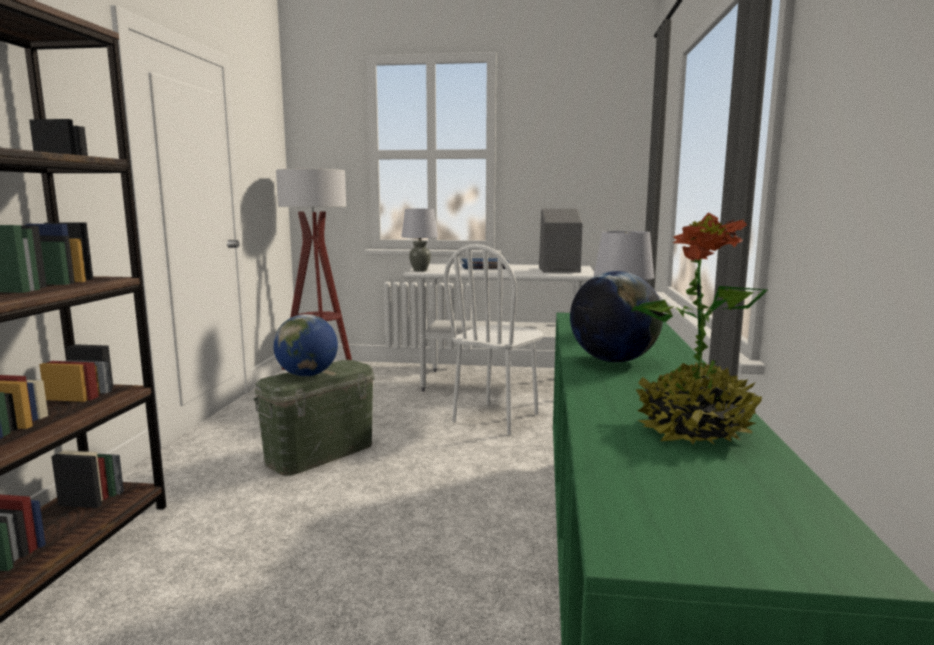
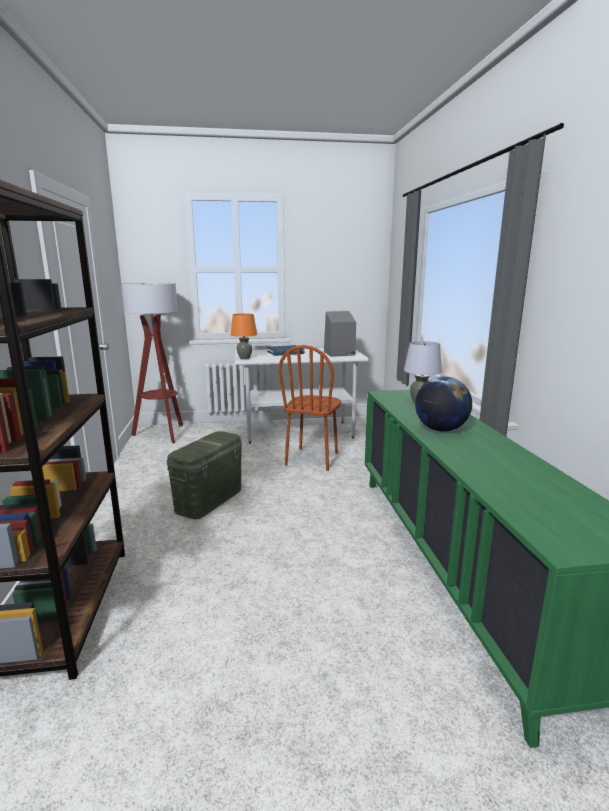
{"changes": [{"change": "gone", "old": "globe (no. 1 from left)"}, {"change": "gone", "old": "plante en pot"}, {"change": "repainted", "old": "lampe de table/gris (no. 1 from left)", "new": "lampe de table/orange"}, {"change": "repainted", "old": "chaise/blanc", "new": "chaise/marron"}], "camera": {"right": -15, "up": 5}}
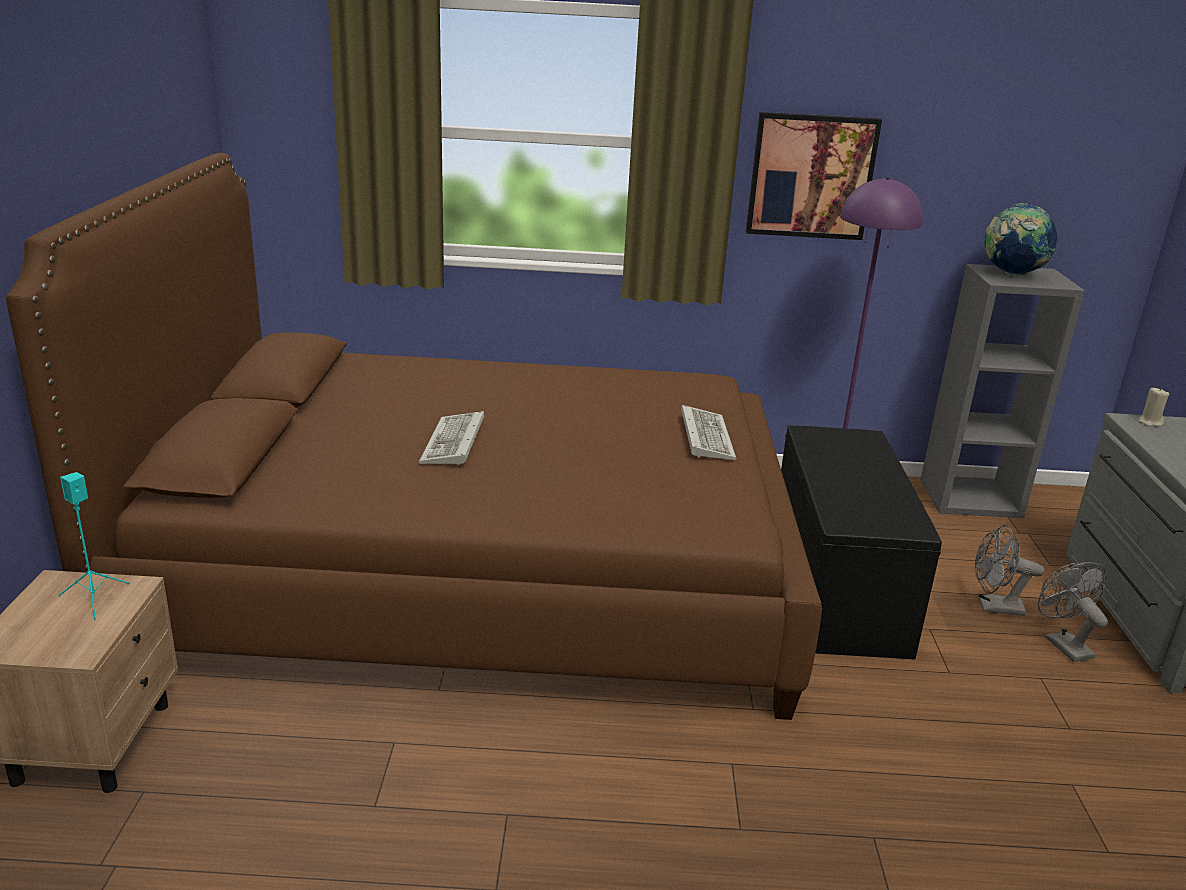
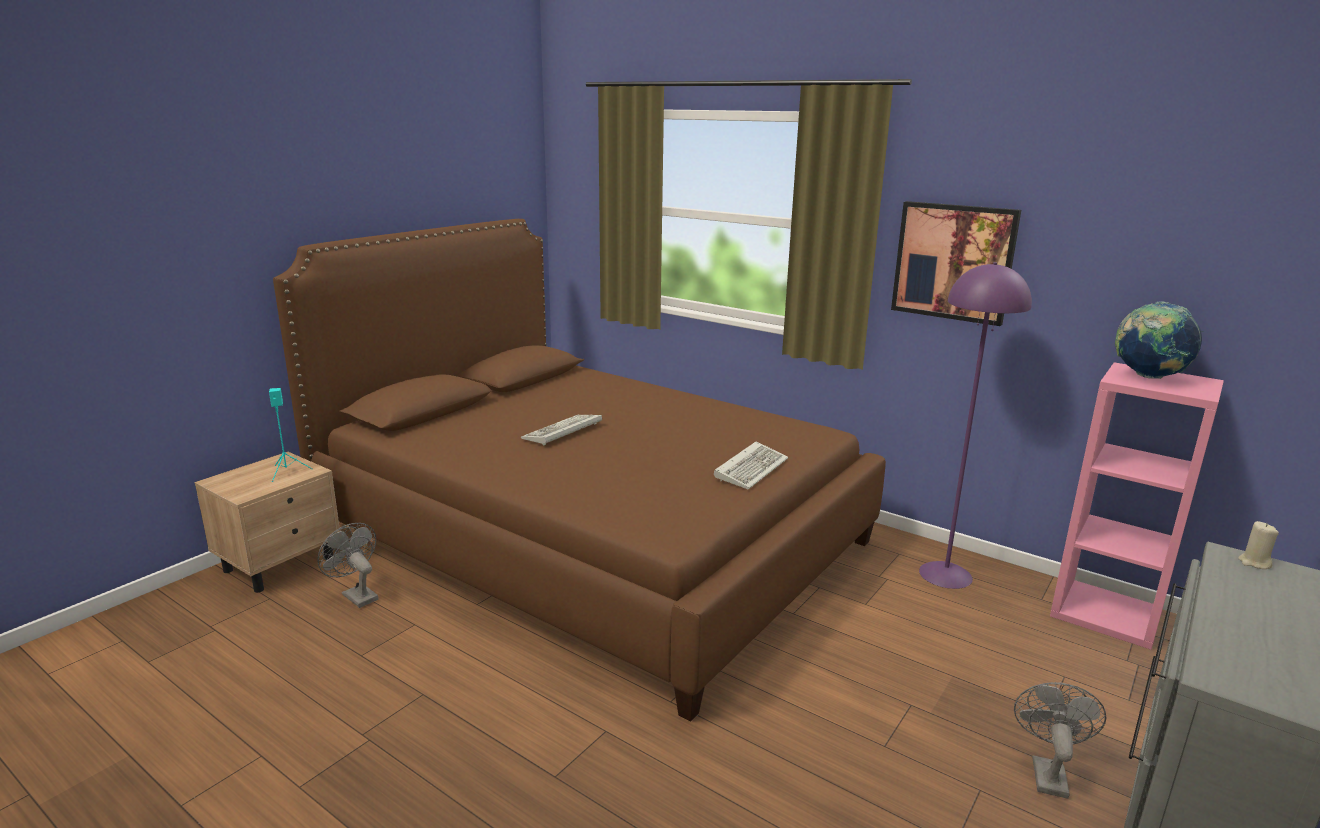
{"changes": [{"change": "gone", "old": "banc/noir"}, {"change": "shifted", "old": "ventilateur/gris (no. 1 from left)"}, {"change": "repainted", "old": "bibliothèque/gris", "new": "bibliothèque/rose"}], "camera": {"right": 35, "up": -5}}
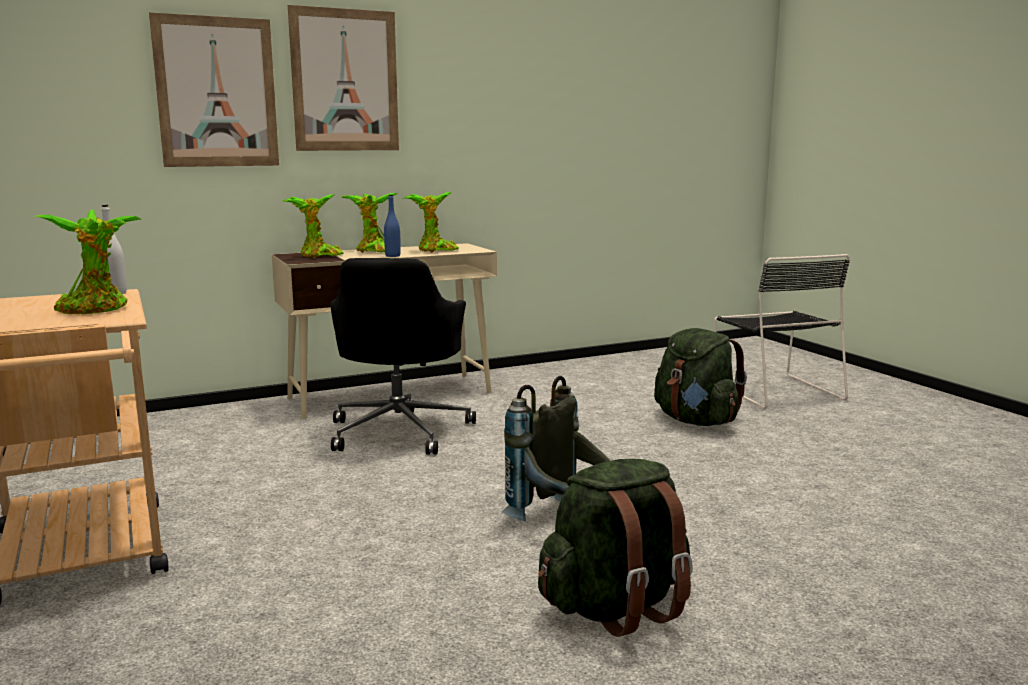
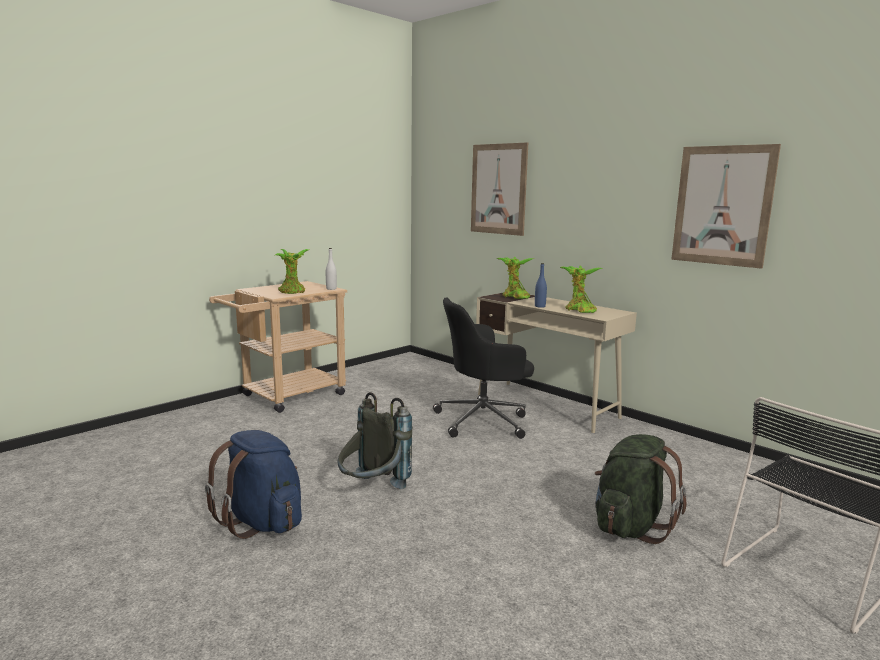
{"changes": [{"change": "gone", "old": "plante en pot (no. 3 from left)"}, {"change": "shifted", "old": "tableau (no. 2 from left)"}, {"change": "repainted", "old": "sac à dos/vert (no. 1 from left)", "new": "sac à dos/bleu"}], "camera": {"right": 70, "up": 0}}
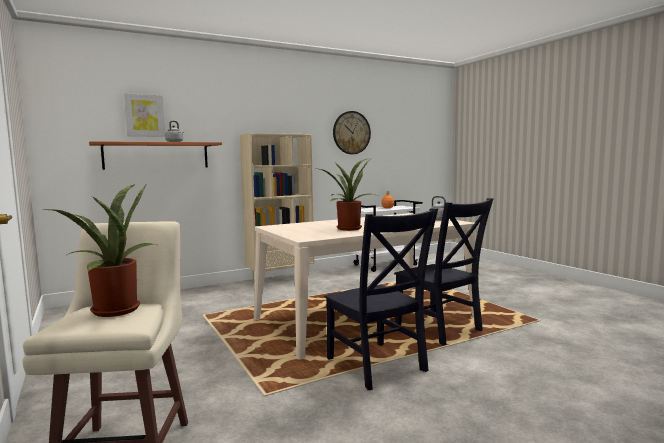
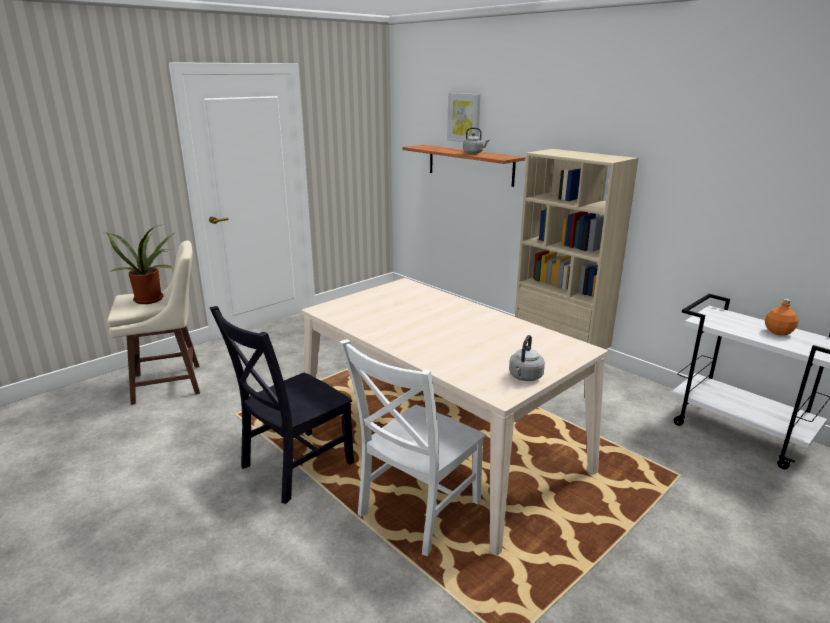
{"changes": [{"change": "gone", "old": "plante en pot (no. 2 from left)"}, {"change": "gone", "old": "horloge murale"}, {"change": "repainted", "old": "chaise/noir (no. 2 from left)", "new": "chaise/blanc"}], "camera": {"right": 75, "up": 15}}
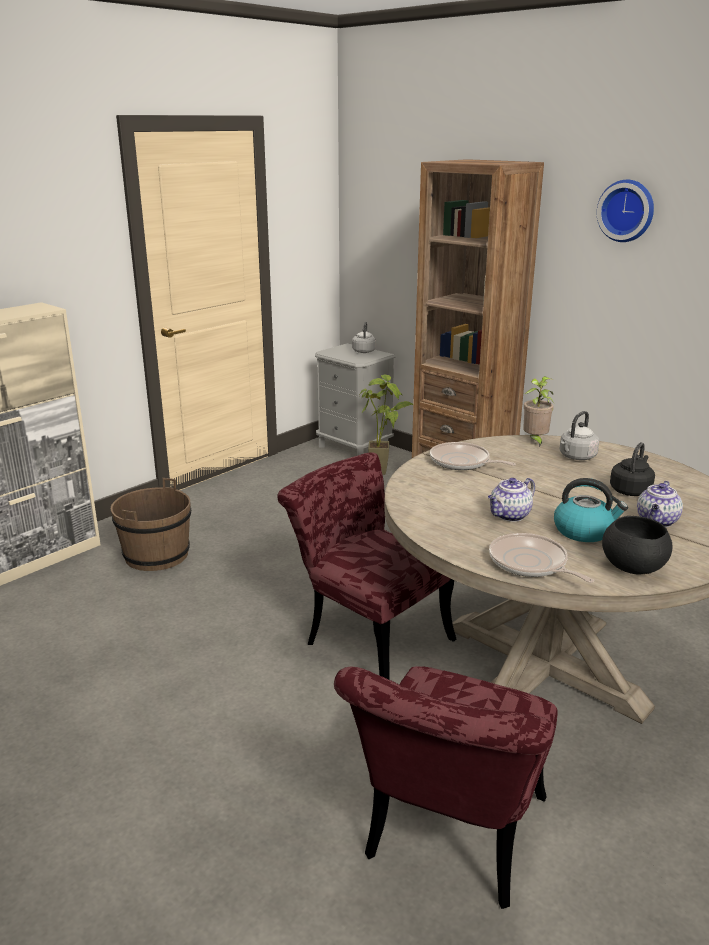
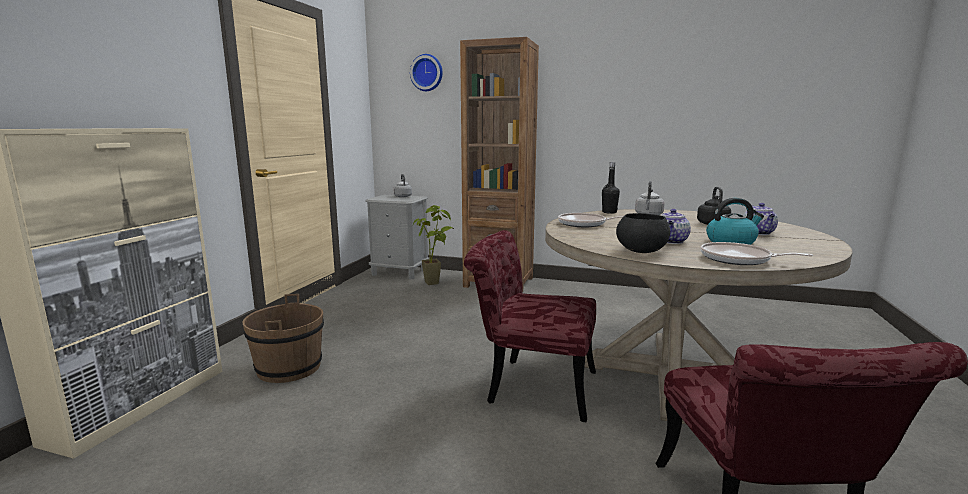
{"changes": [{"change": "shifted", "old": "horloge murale"}, {"change": "shifted", "old": "bol/noir"}, {"change": "swapped", "old": "plante en pot (no. 2 from left)", "new": "bouteille/noir"}], "camera": {"right": -25, "up": -10}}
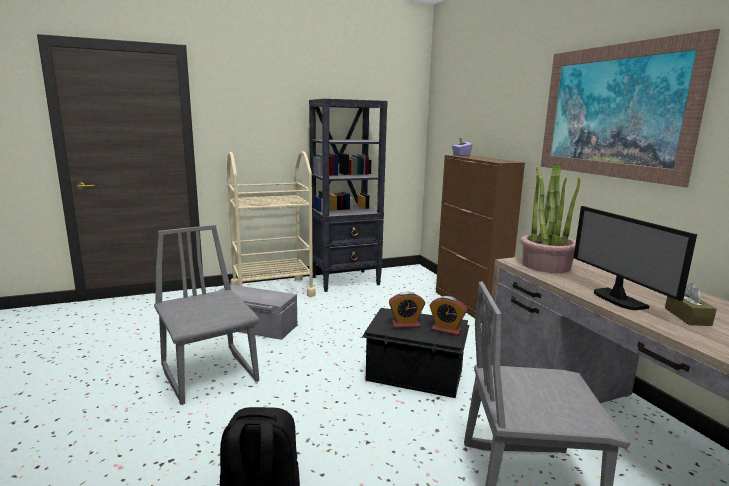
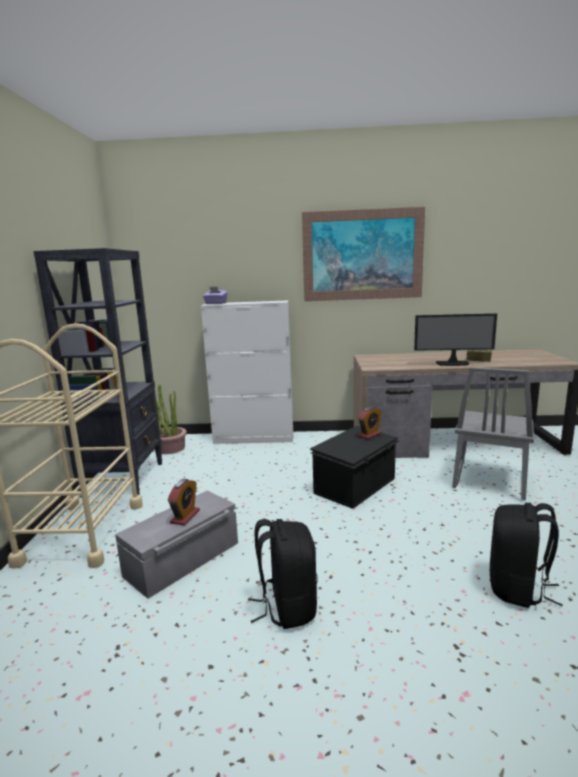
{"changes": [{"change": "shifted", "old": "réveil (no. 1 from left)"}, {"change": "shifted", "old": "plante en pot"}, {"change": "swapped", "old": "chaise/gris (no. 1 from left)", "new": "sac à dos/noir (no. 1 from left)"}, {"change": "repainted", "old": "meuble de rangement/marron", "new": "meuble de rangement/blanc"}], "camera": {"right": -65, "up": 0}}
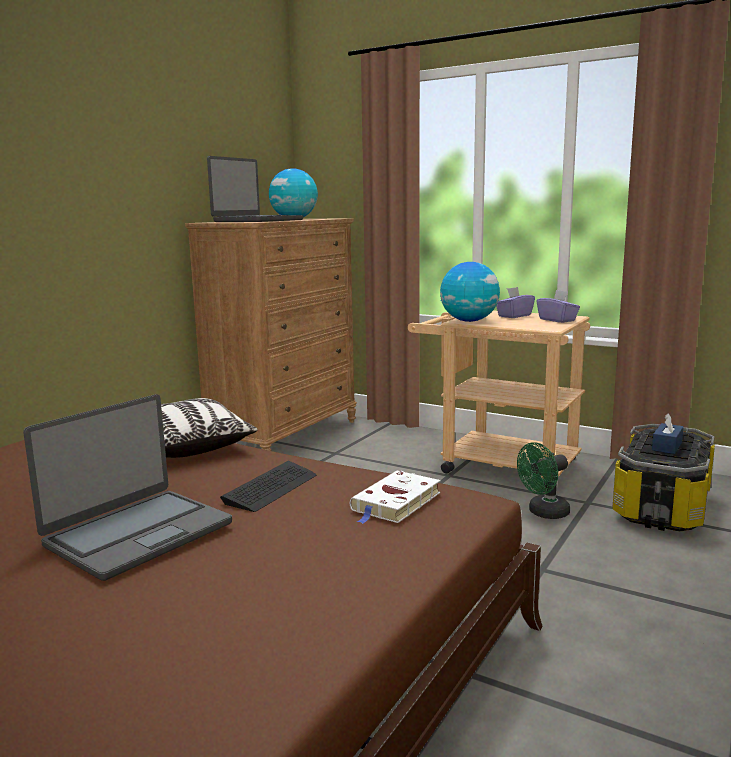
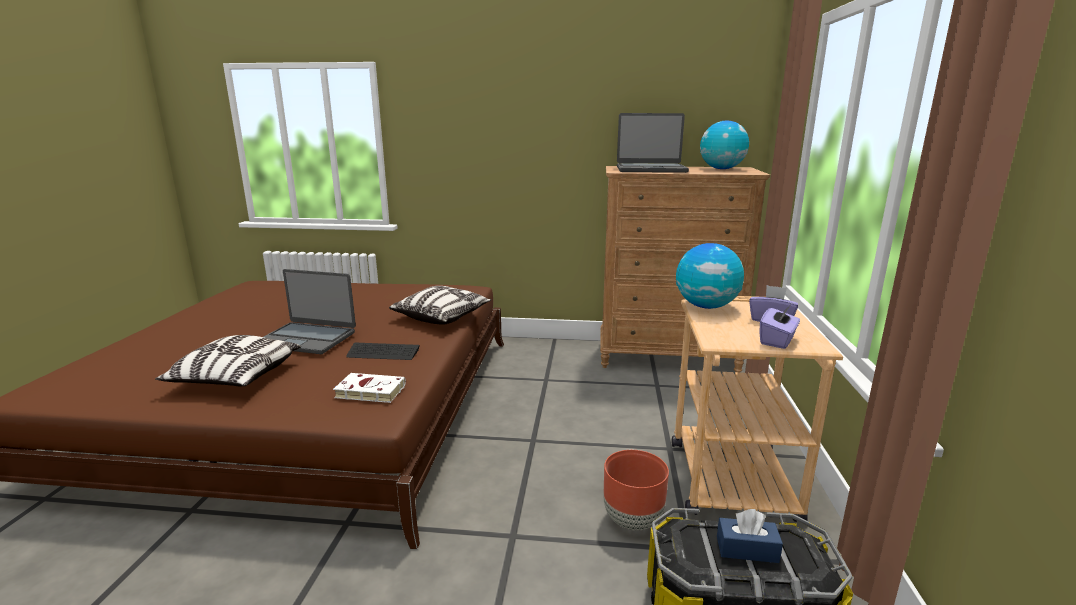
{"changes": [{"change": "new", "new": "coussin (no. 1 from left)"}, {"change": "swapped", "old": "ventilateur/vert", "new": "cache-pot/marron"}], "camera": {"right": 65, "up": 5}}
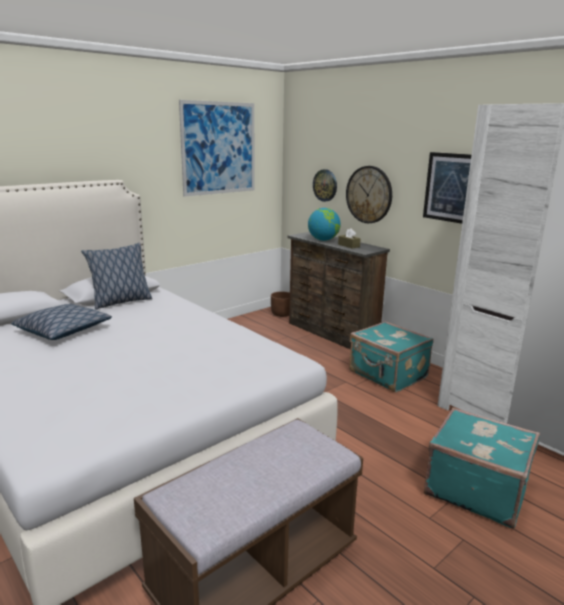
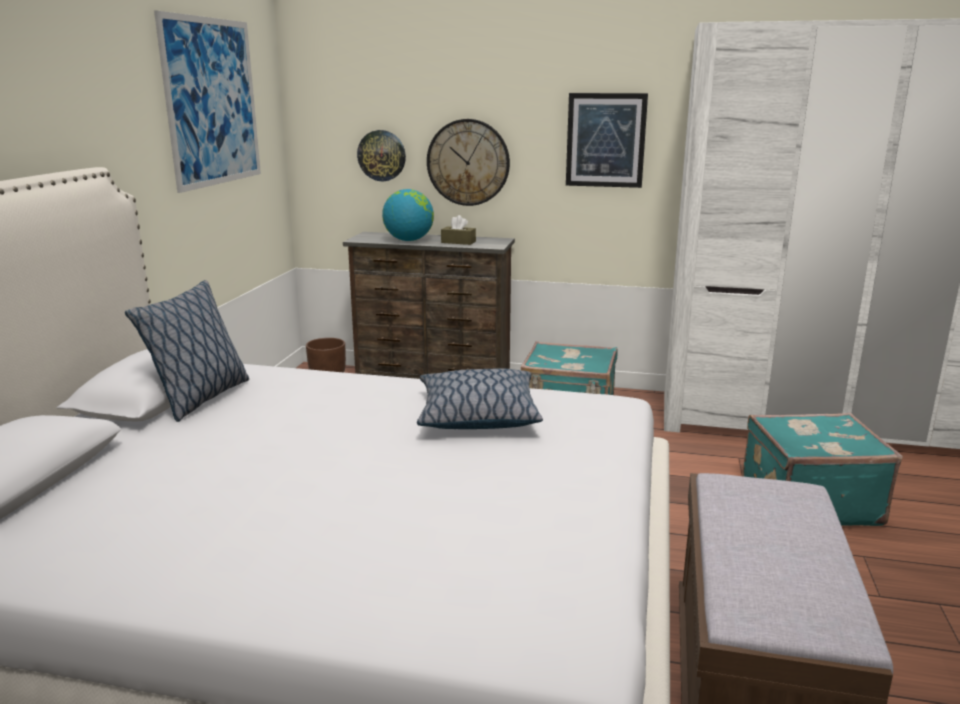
{"changes": [{"change": "shifted", "old": "coussin (no. 1 from left in the first image)", "new": "coussin (no. 2 from left)"}], "camera": {"right": -35, "up": 0}}
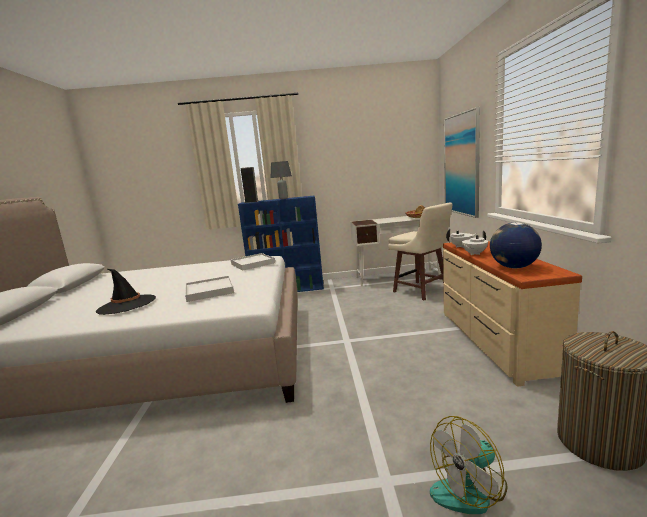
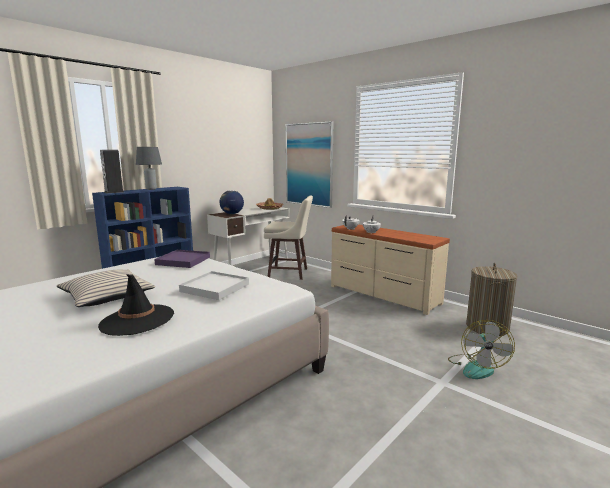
{"changes": [{"change": "new", "new": "coussin/beige"}, {"change": "shifted", "old": "globe"}, {"change": "repainted", "old": "plateau/blanc (no. 2 from left)", "new": "plateau/violet"}], "camera": {"right": -45, "up": 0}}
